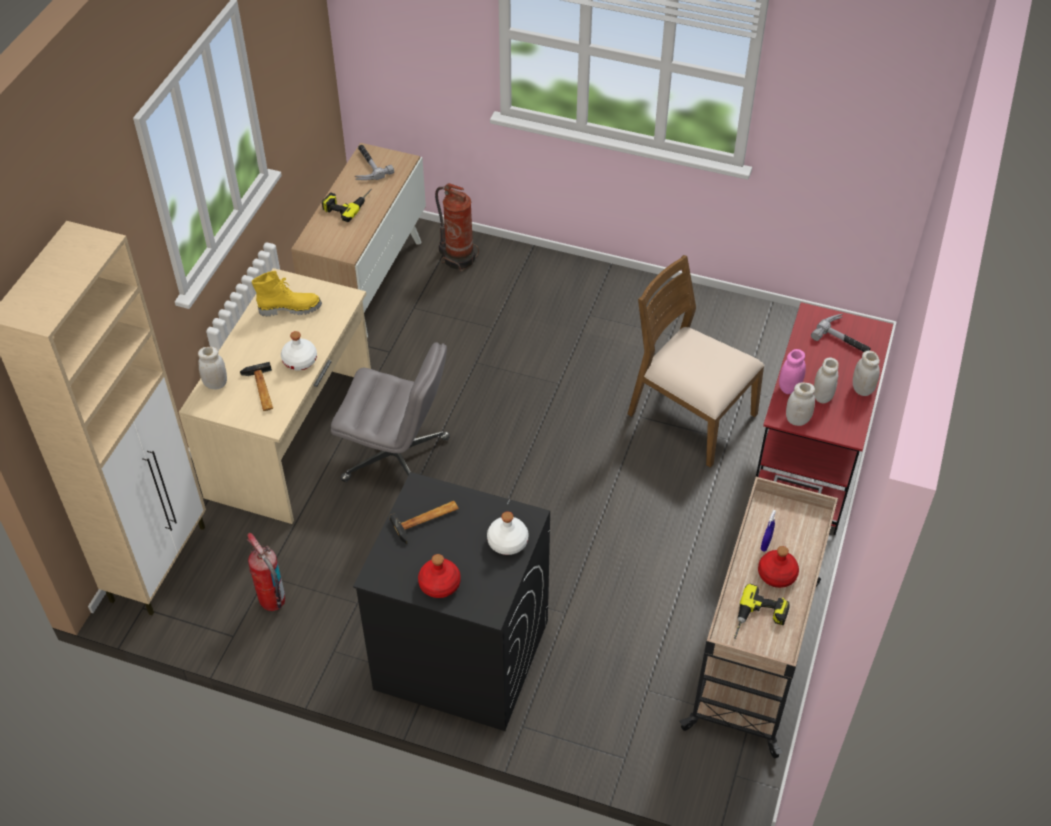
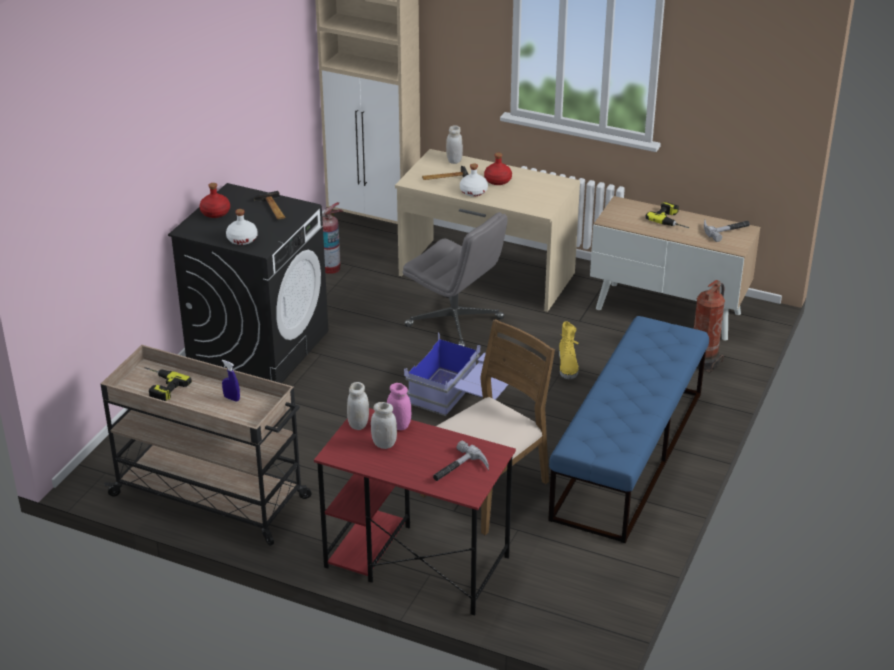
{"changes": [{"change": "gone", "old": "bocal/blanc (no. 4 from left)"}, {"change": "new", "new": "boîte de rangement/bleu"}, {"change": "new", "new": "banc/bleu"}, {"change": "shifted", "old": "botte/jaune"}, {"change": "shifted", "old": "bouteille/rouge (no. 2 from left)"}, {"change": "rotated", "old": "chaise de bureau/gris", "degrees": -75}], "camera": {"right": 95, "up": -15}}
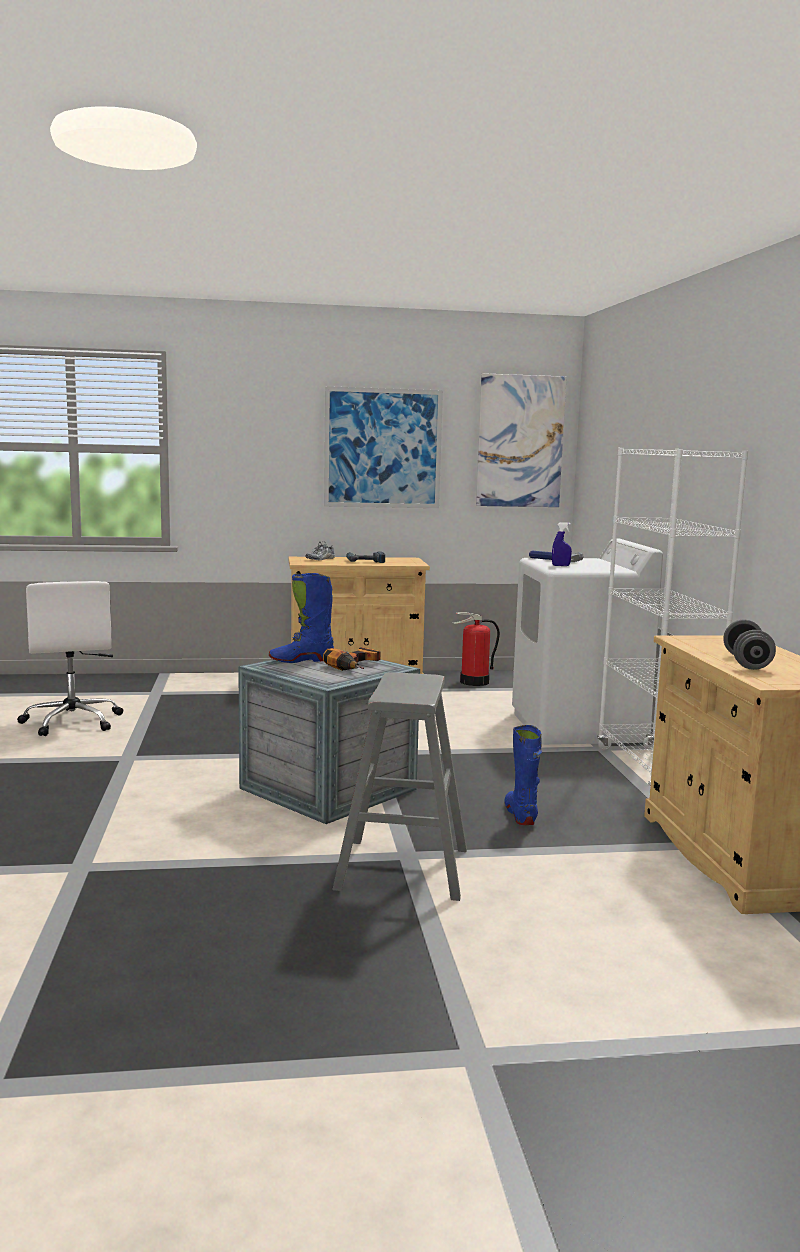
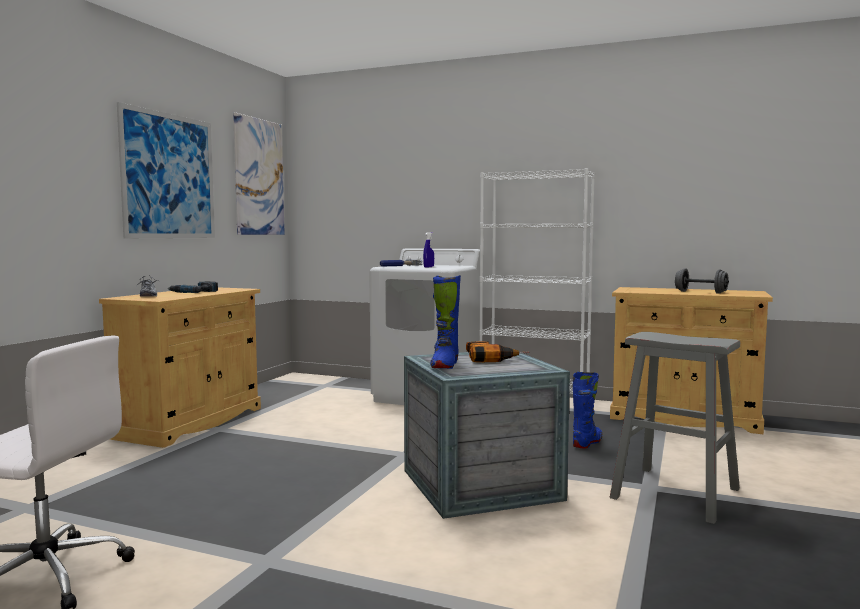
{"changes": [{"change": "gone", "old": "extincteur"}, {"change": "rotated", "old": "botte/bleu (no. 2 from left)", "degrees": 105}], "camera": {"right": -60, "up": -5}}
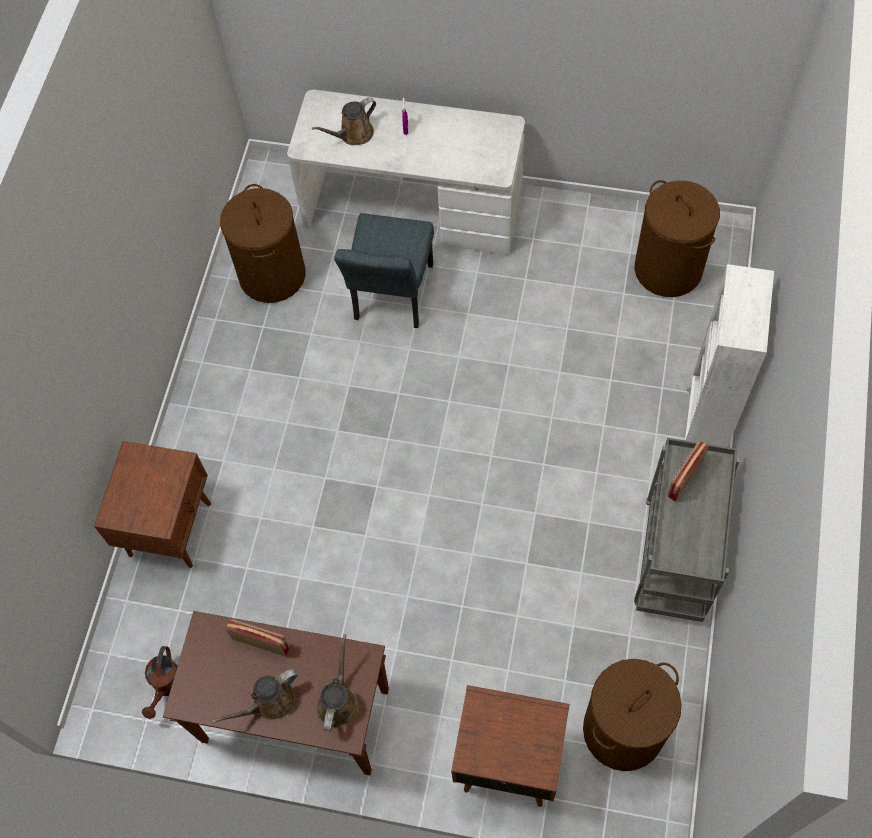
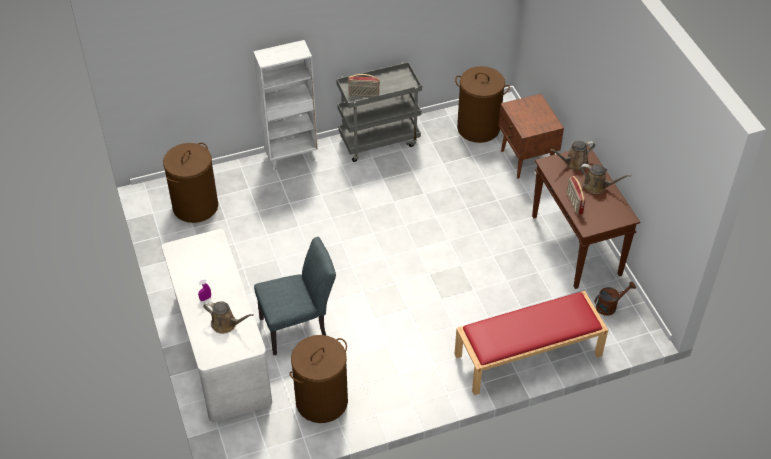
{"changes": [{"change": "swapped", "old": "table de chevet/marron (no. 1 from left)", "new": "banc/rouge"}], "camera": {"right": -125, "up": -15}}
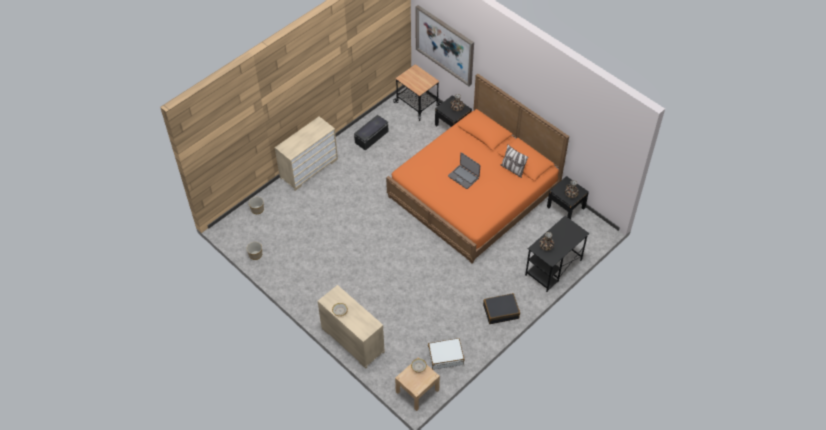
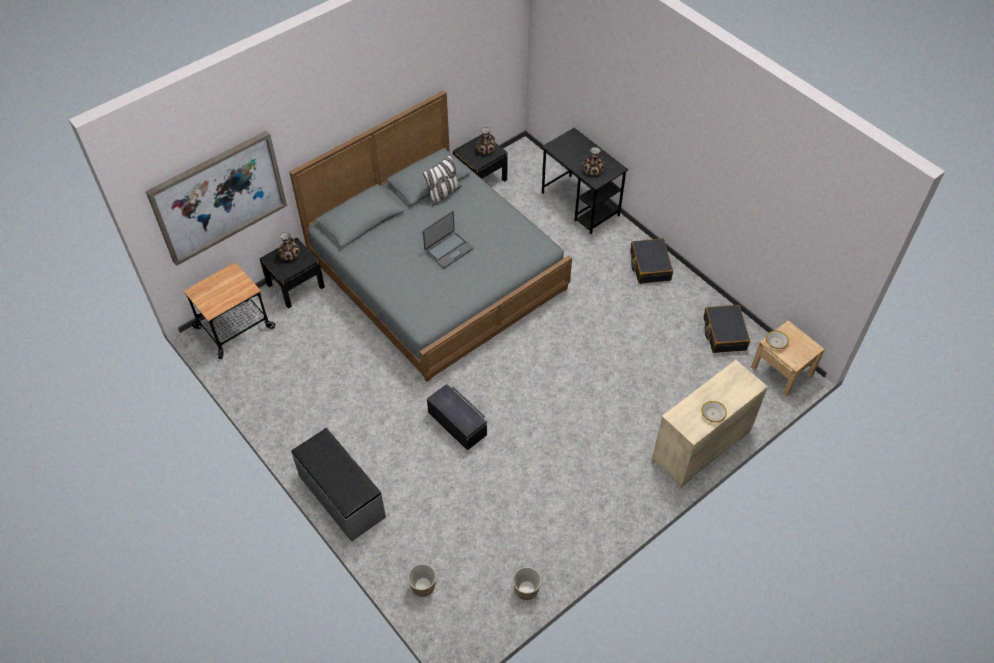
{"changes": [{"change": "shifted", "old": "boîte de rangement/noir"}, {"change": "swapped", "old": "commode/beige (no. 1 from left)", "new": "banc/gris"}, {"change": "repainted", "old": "lit/orange", "new": "lit/gris"}, {"change": "repainted", "old": "valise/blanc", "new": "valise/noir (no. 2 from left)"}], "camera": {"right": -85, "up": 0}}
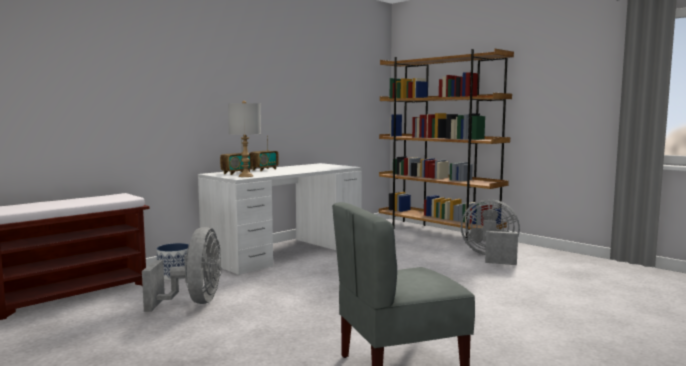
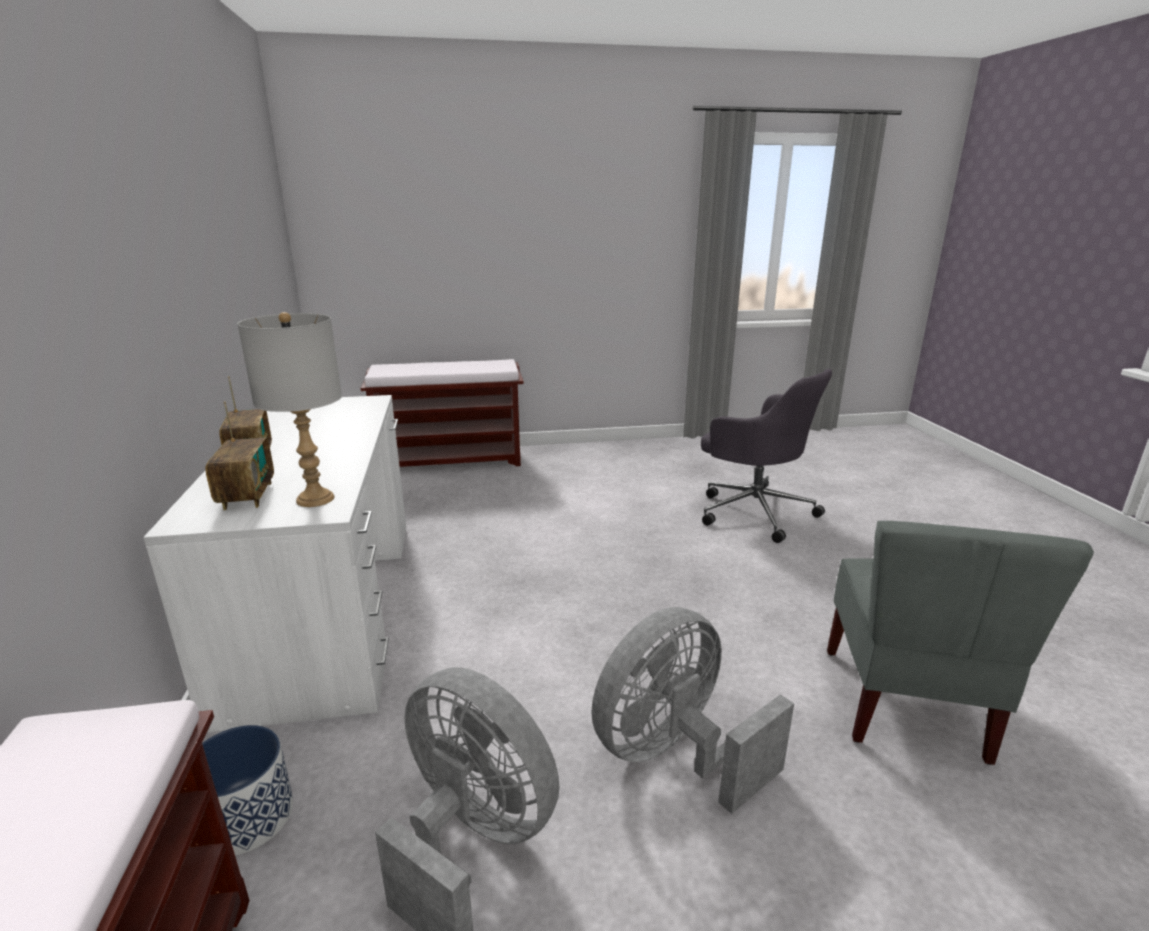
{"changes": [{"change": "new", "new": "chaise de bureau/gris"}, {"change": "shifted", "old": "ventilateur/gris (no. 2 from left)"}, {"change": "swapped", "old": "bibliothèque/marron", "new": "banc/marron (no. 2 from left)"}], "camera": {"right": -55, "up": 15}}
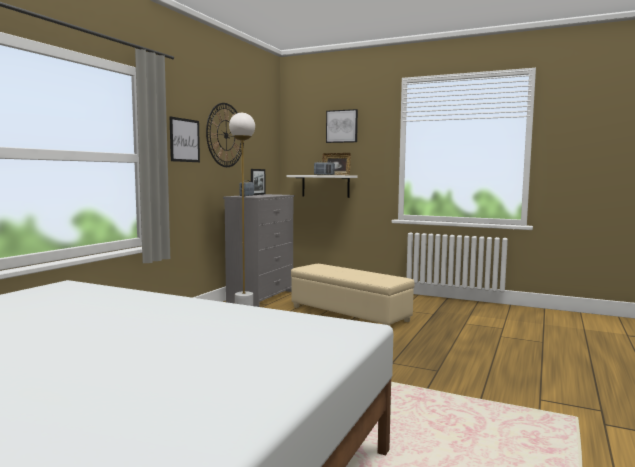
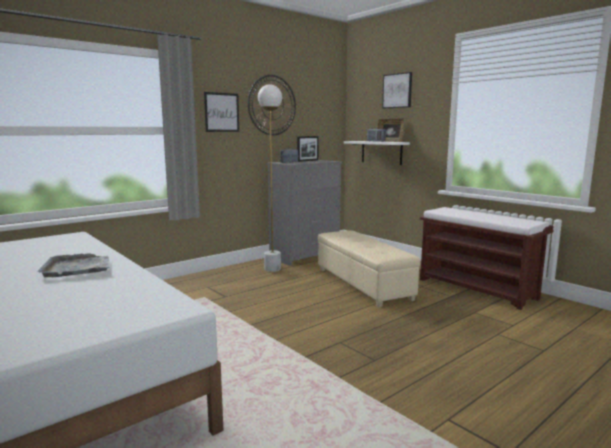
{"changes": [{"change": "new", "new": "plateau/gris"}, {"change": "new", "new": "banc/marron"}], "camera": {"right": 25, "up": 5}}
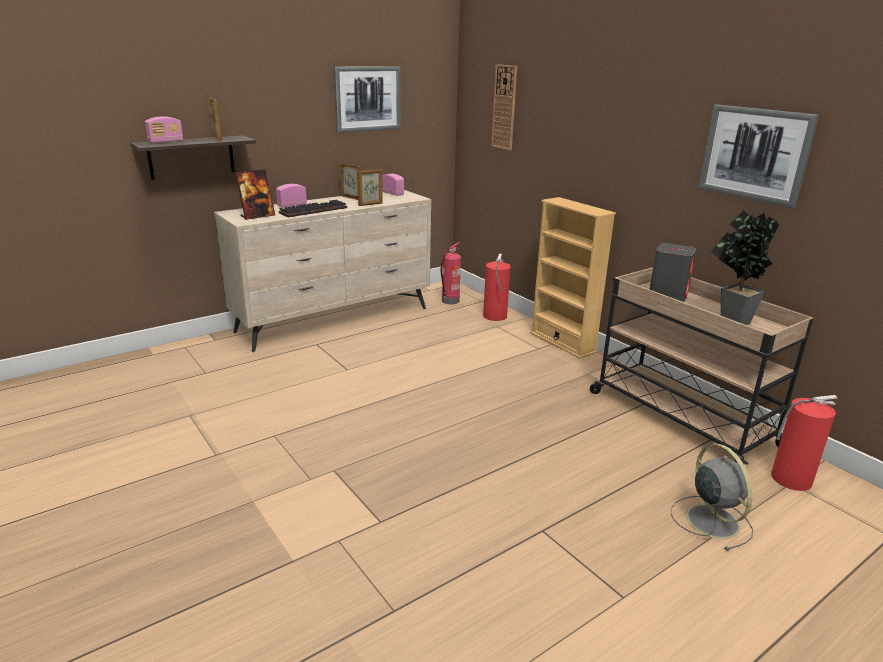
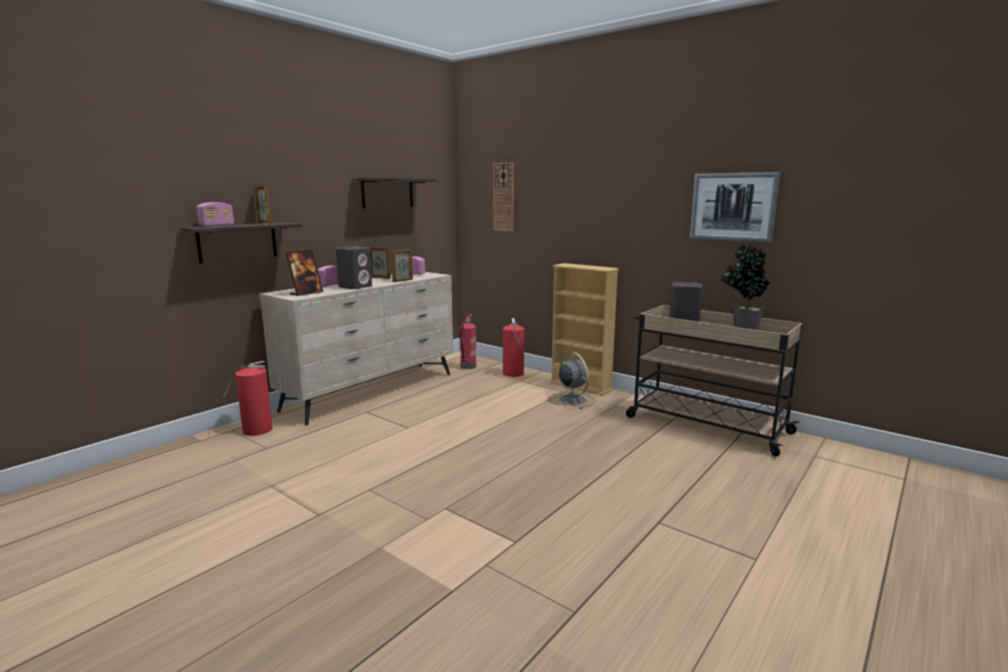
{"changes": [{"change": "shifted", "old": "ventilateur/gris"}, {"change": "shifted", "old": "extincteur (no. 3 from left in the first image)", "new": "extincteur (no. 1 from left)"}, {"change": "swapped", "old": "clavier", "new": "enceinte/gris (no. 1 from left)"}, {"change": "swapped", "old": "tableau (no. 1 from left)", "new": "étagère (no. 2 from left)"}], "camera": {"right": -15, "up": -10}}
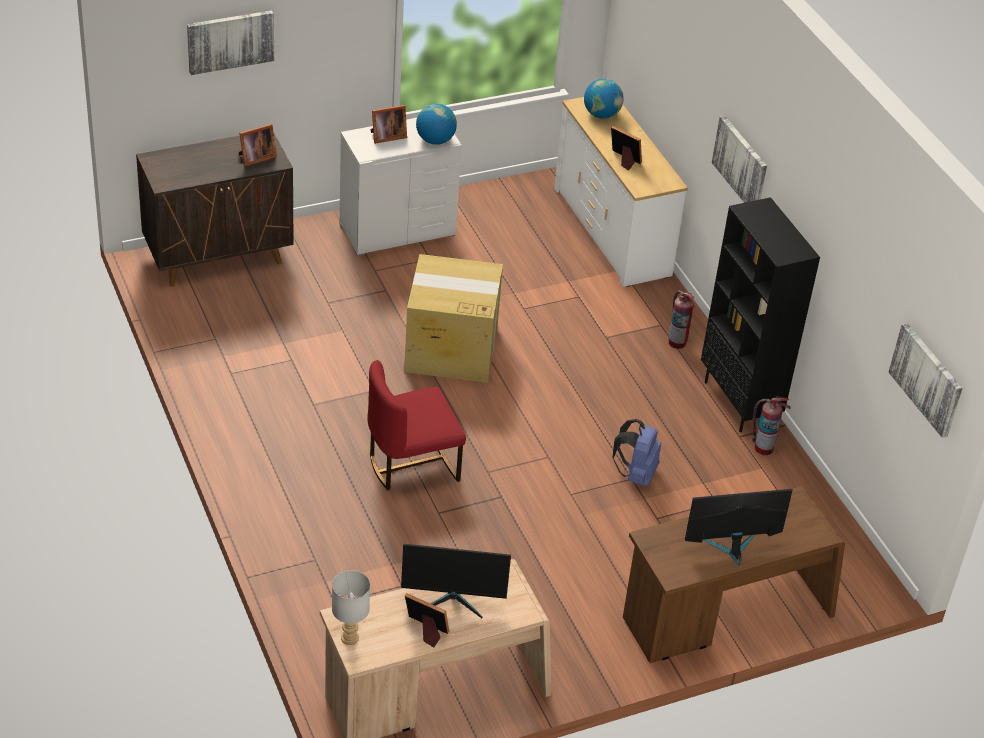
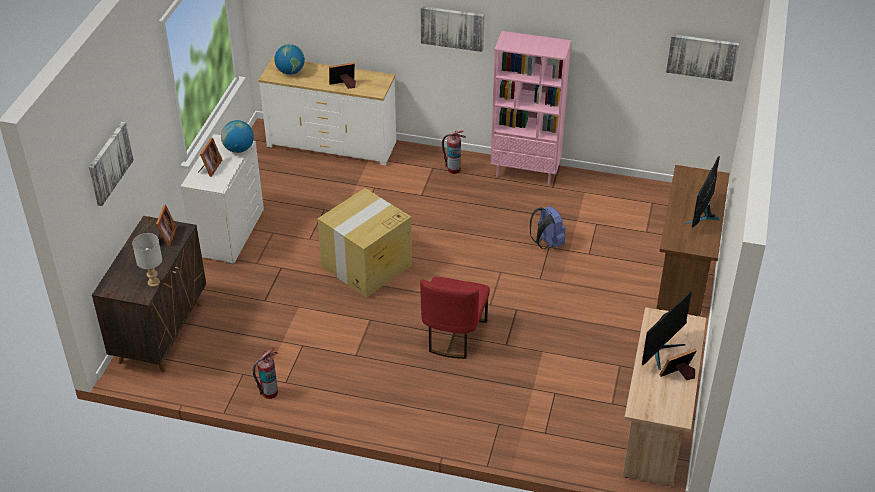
{"changes": [{"change": "shifted", "old": "lampe de table/gris"}, {"change": "shifted", "old": "extincteur (no. 2 from left in the first image)", "new": "extincteur (no. 1 from left)"}, {"change": "repainted", "old": "bibliothèque/noir", "new": "bibliothèque/rose"}], "camera": {"right": -50, "up": 0}}
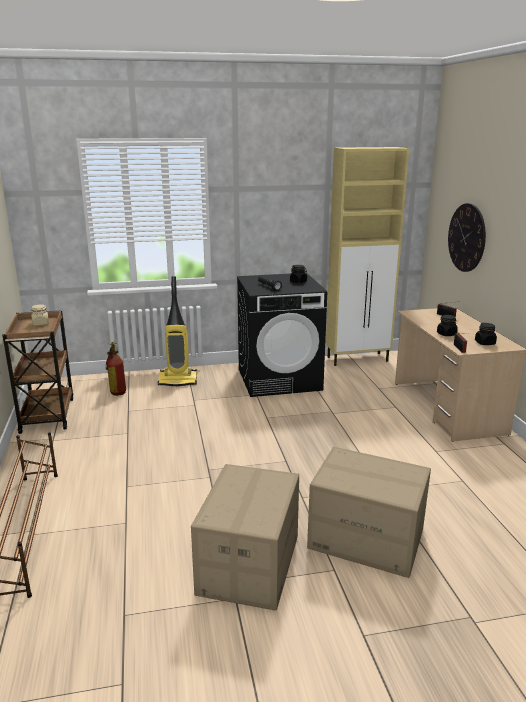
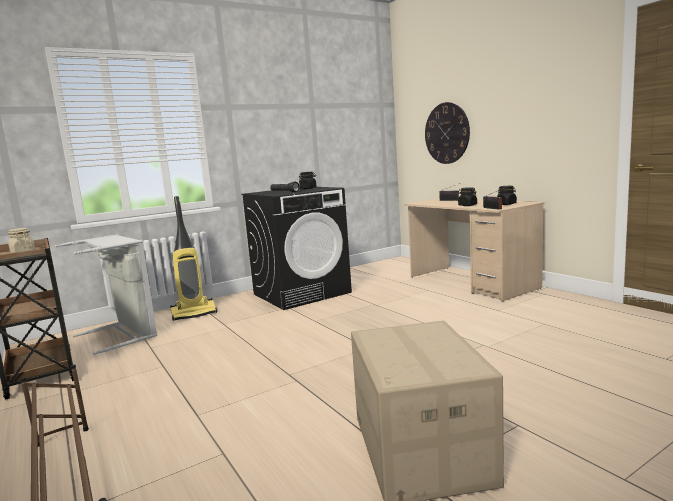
{"changes": [{"change": "gone", "old": "carton (no. 2 from left)"}, {"change": "gone", "old": "meuble de rangement/beige"}, {"change": "swapped", "old": "extincteur", "new": "panier à linge/gris"}], "camera": {"right": -20, "up": -10}}
